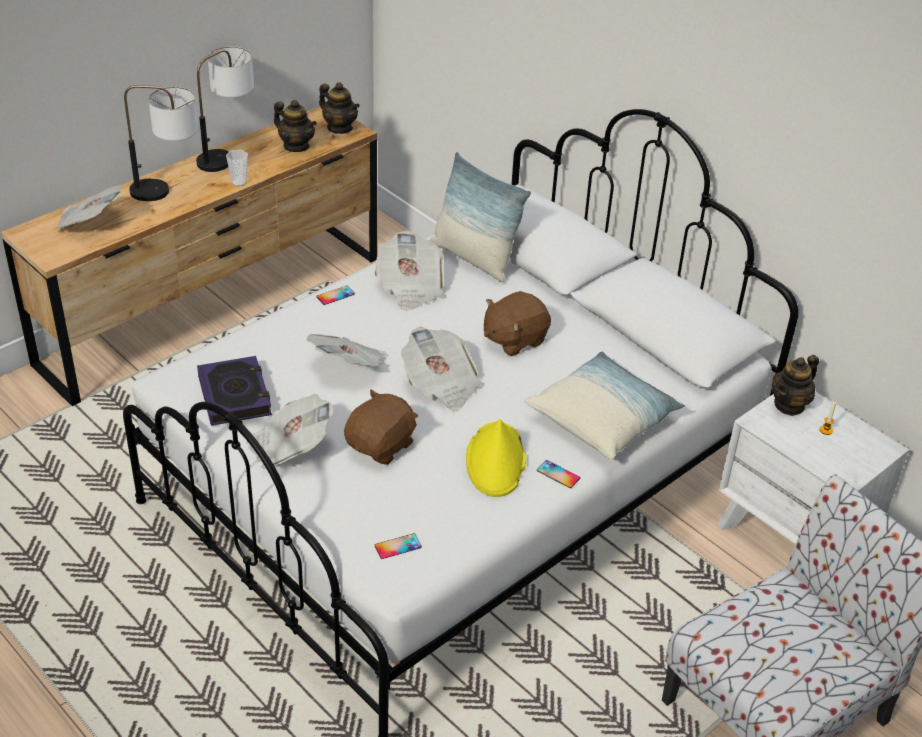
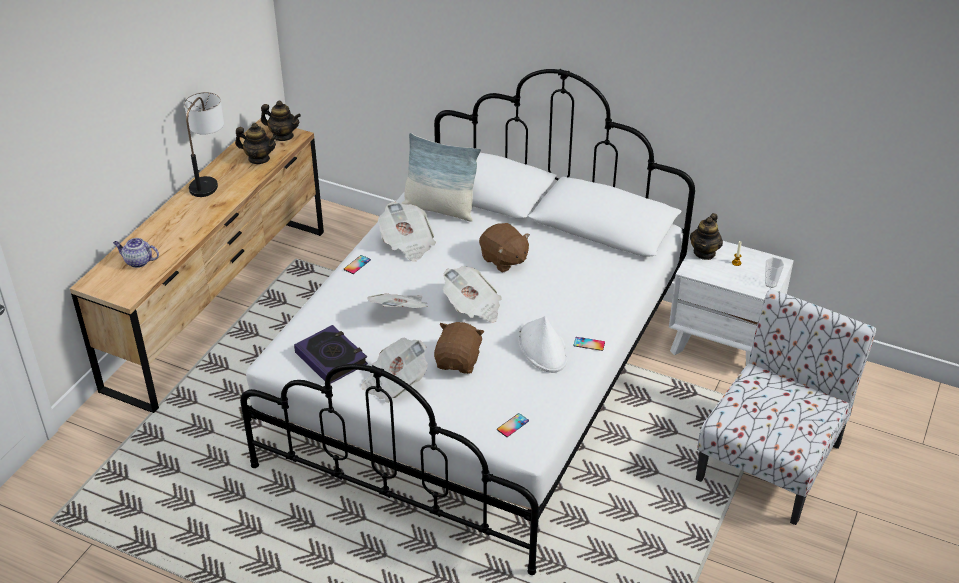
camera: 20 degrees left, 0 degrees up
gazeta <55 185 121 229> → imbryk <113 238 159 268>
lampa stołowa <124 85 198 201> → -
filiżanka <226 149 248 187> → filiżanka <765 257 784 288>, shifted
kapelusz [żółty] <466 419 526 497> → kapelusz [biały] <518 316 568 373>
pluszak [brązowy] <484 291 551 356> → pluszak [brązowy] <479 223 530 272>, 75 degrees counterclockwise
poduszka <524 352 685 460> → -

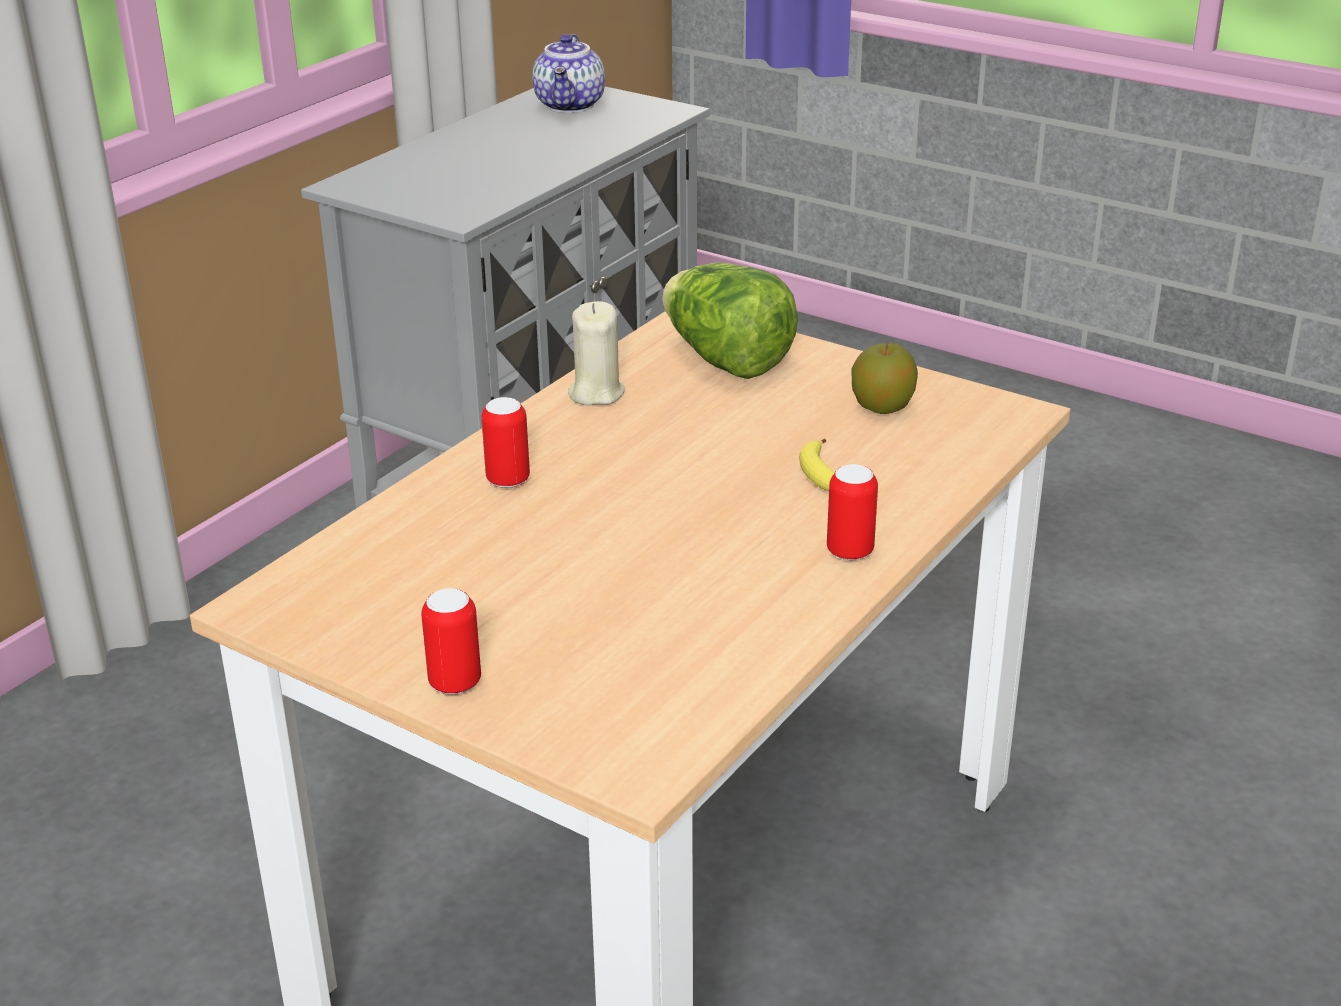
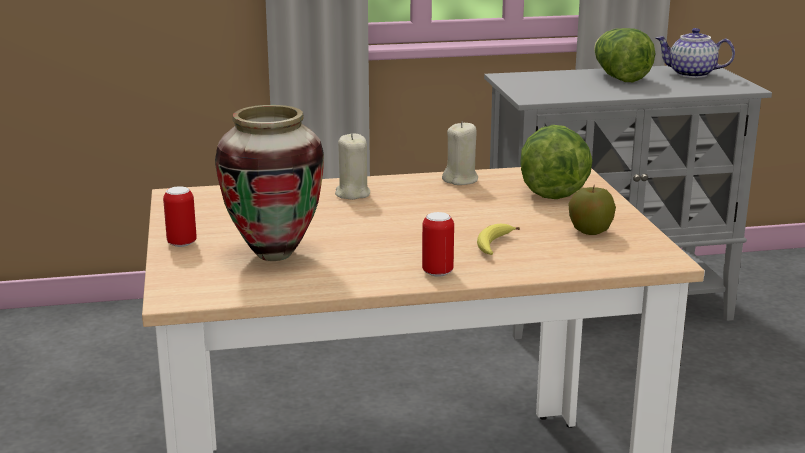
camera: 45 degrees right, 10 degrees down
puszka <481 397 530 488> → świeca [beżowy] <335 133 370 200>
imbryk <532 34 605 113> → imbryk <656 28 735 78>, 60 degrees clockwise
- → wazon <215 105 324 261>
- → sałata <594 28 656 82>

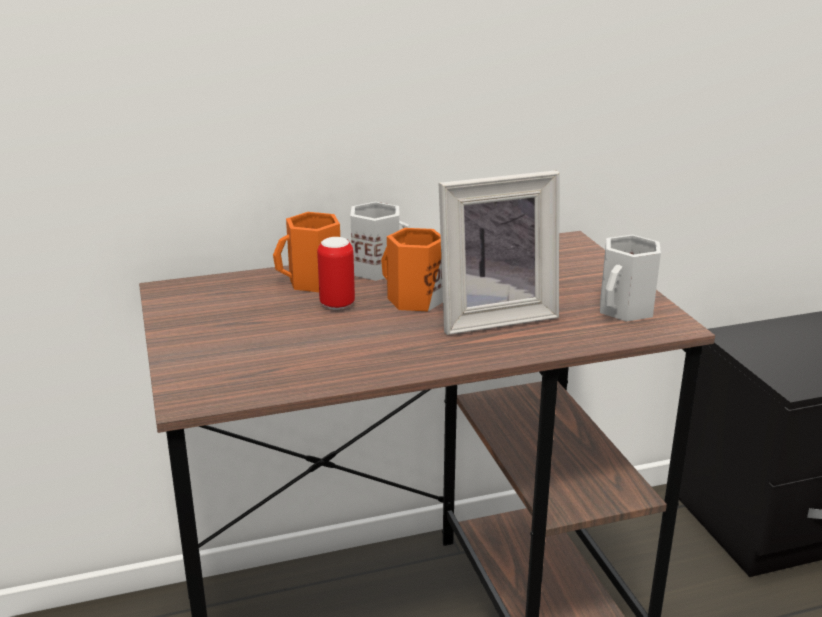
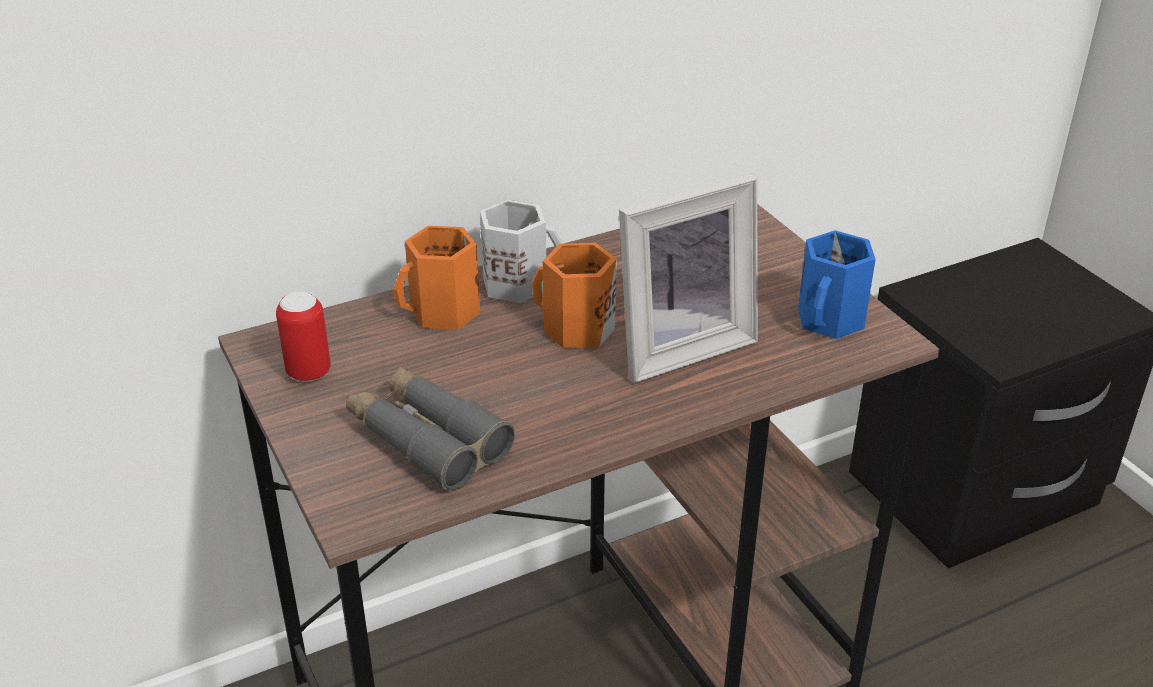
camera: 10 degrees left, 10 degrees up
puszka <317 237 355 310> → puszka <276 292 331 381>, shifted
kubek [biały] <600 235 661 322> → kubek [niebieski] <798 230 876 339>
- → lornetka [szary] <346 367 515 490>

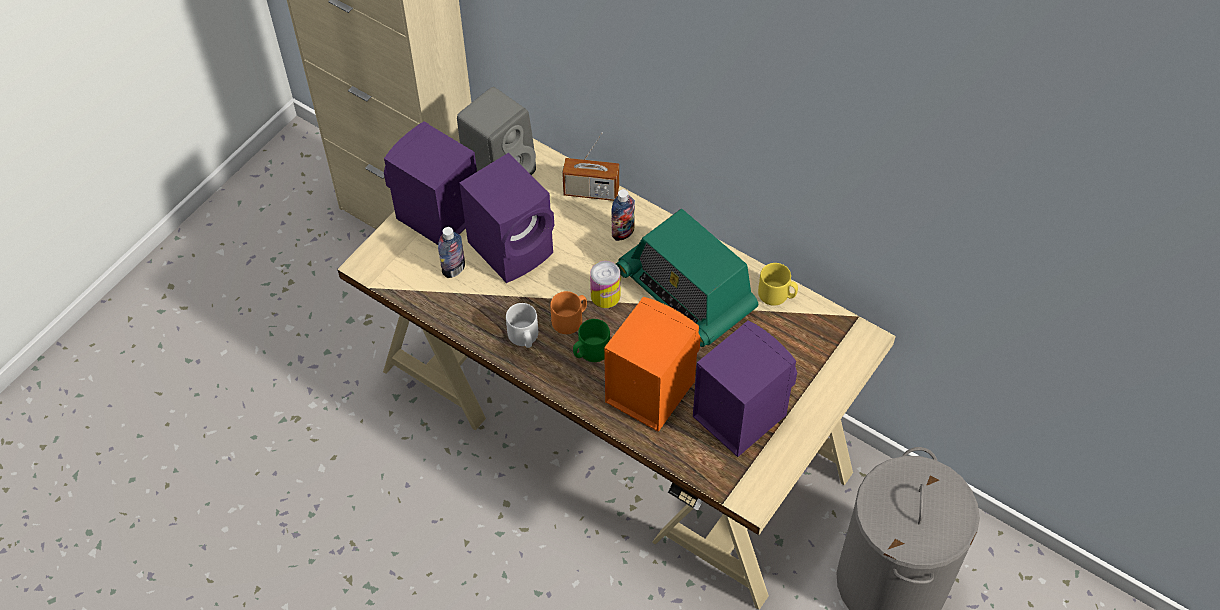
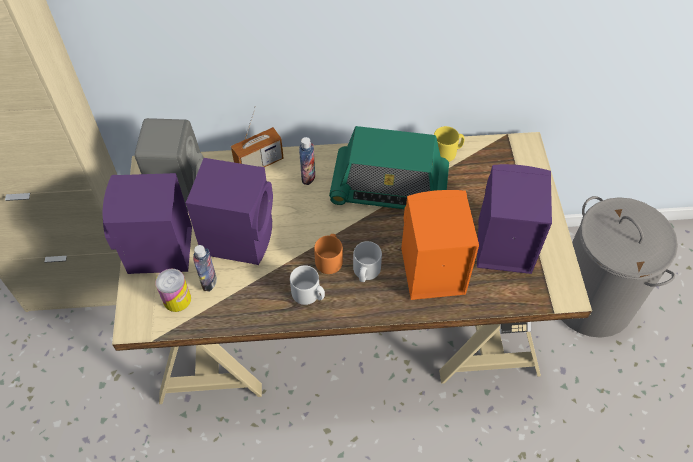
camera: 40 degrees left, 0 degrees up
kubek [zielony] <573 319 610 362> → kubek [szary] <353 241 382 282>
puszka <590 261 620 308> → puszka <155 269 191 312>, shifted

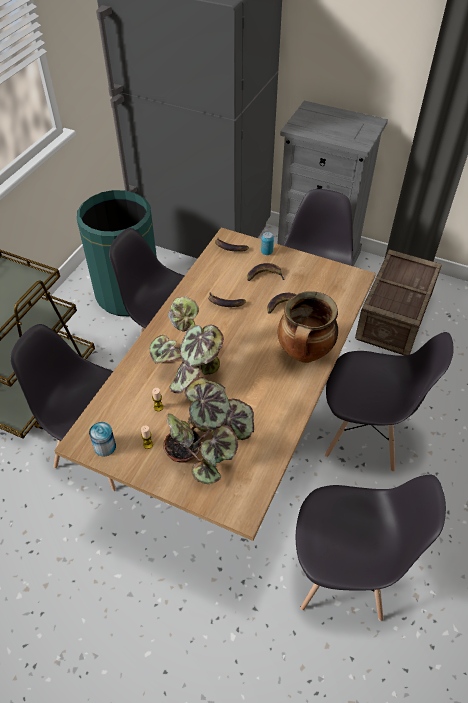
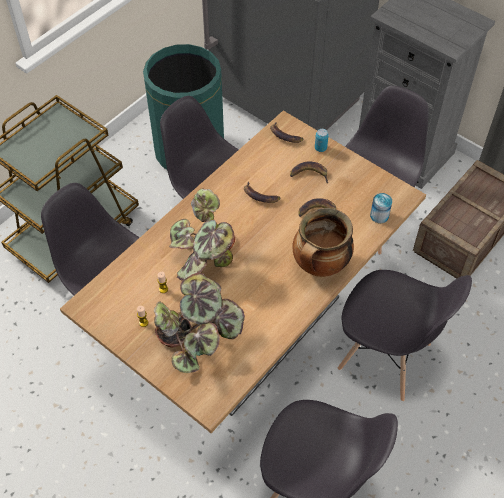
camera: 15 degrees right, 5 degrees up
puszka <89 422 116 457> → puszka <370 193 392 223>, shifted

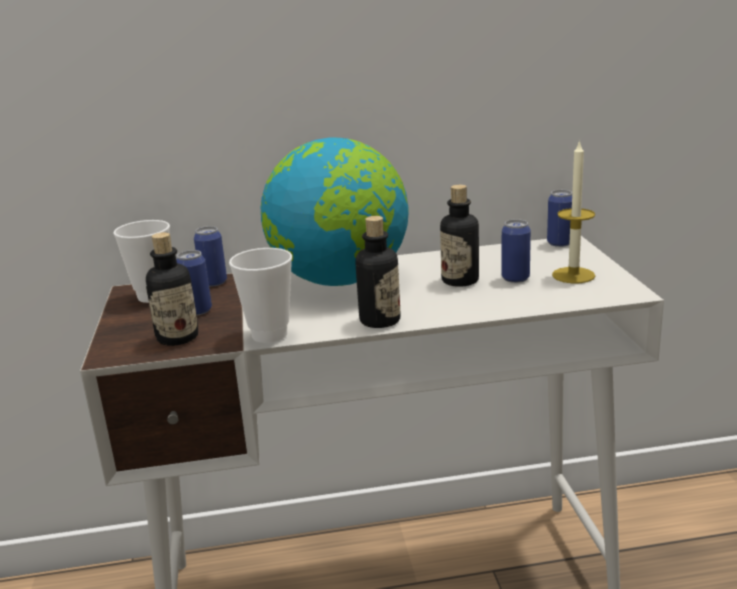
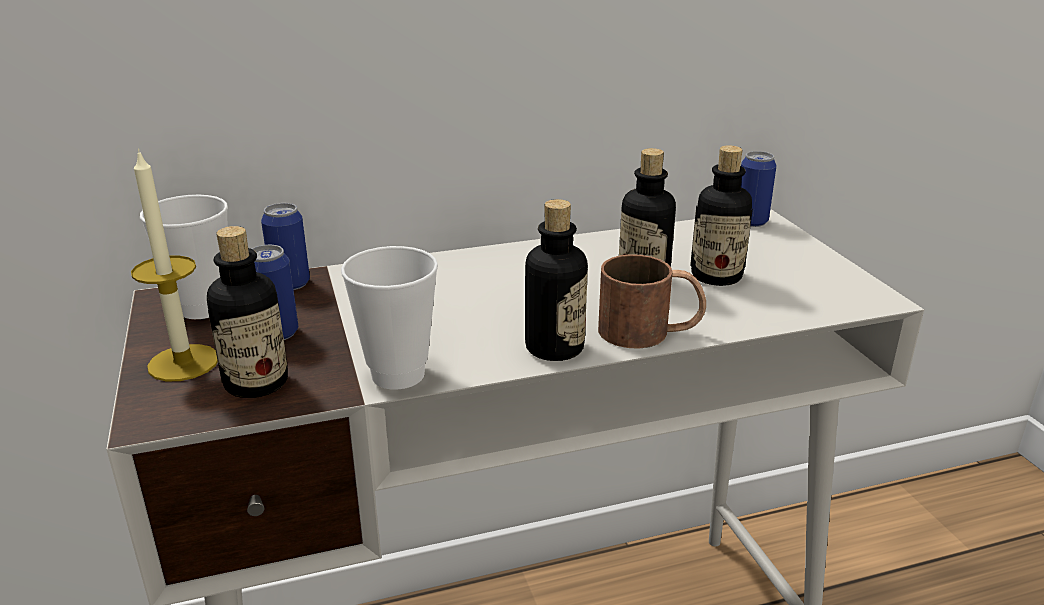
camera: 10 degrees left, 5 degrees up
globus <261 137 409 286> → -
puszka <501 219 531 283> → butelka <690 145 753 286>
świeca <552 140 595 283> → świeca <131 148 218 382>, shifted
- → kubek [brązowy] <598 254 706 349>

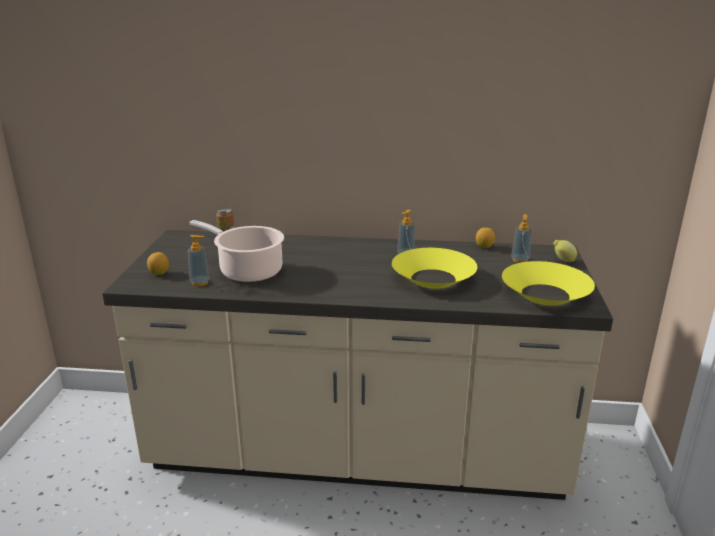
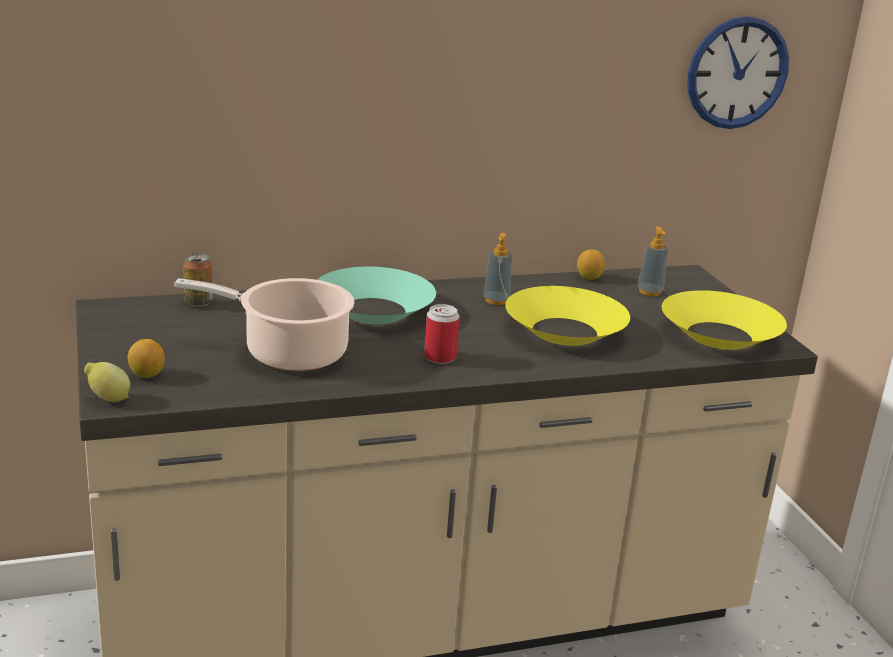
camera: 25 degrees left, 0 degrees up
dozownik mydła <188 235 210 286> → -
cytryna <553 240 577 262> → cytryna <84 362 130 402>, shifted
- → miska [turkusowy] <317 267 436 324>
- → puszka <424 304 459 364>
- → zegar ścienny <687 16 789 129>

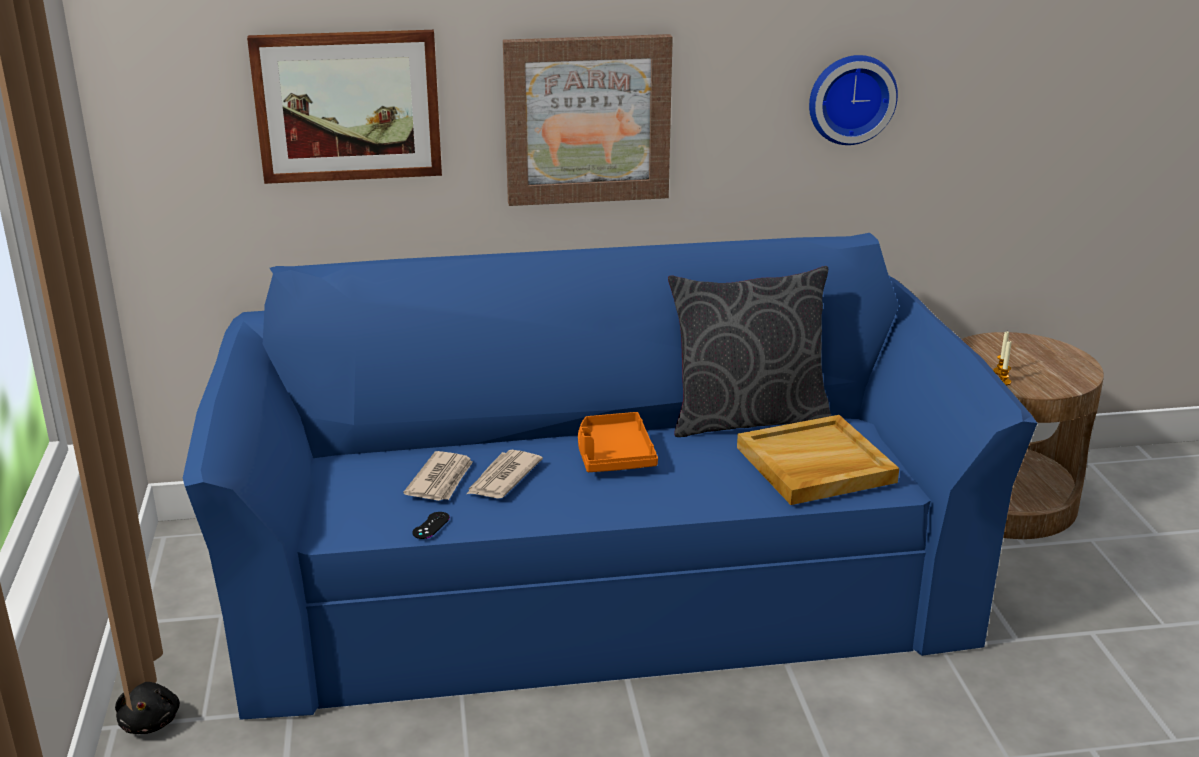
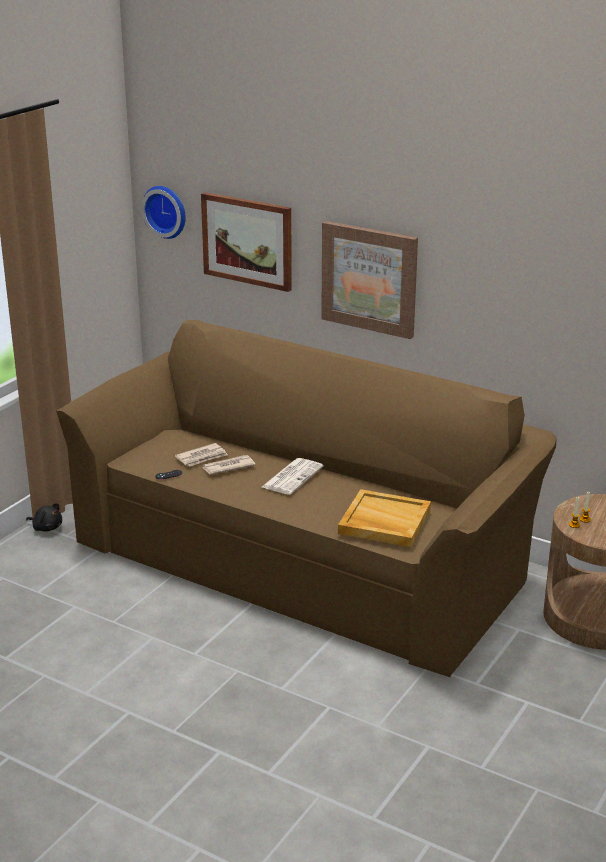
camera: 40 degrees right, 0 degrees up
pluszak [czarny] <115 682 180 734> → pluszak [czarny] <26 503 62 531>, 90 degrees counterclockwise
kanapa [niebieski] <183 233 1037 720> → kanapa [brązowy] <56 320 557 677>
taca [pomarańczowy] <578 412 658 472> → gazeta <262 458 324 495>
poduszka [szary] <668 266 831 437> → -
zegar ścienny <809 55 898 145> → zegar ścienny <141 186 186 239>, shifted

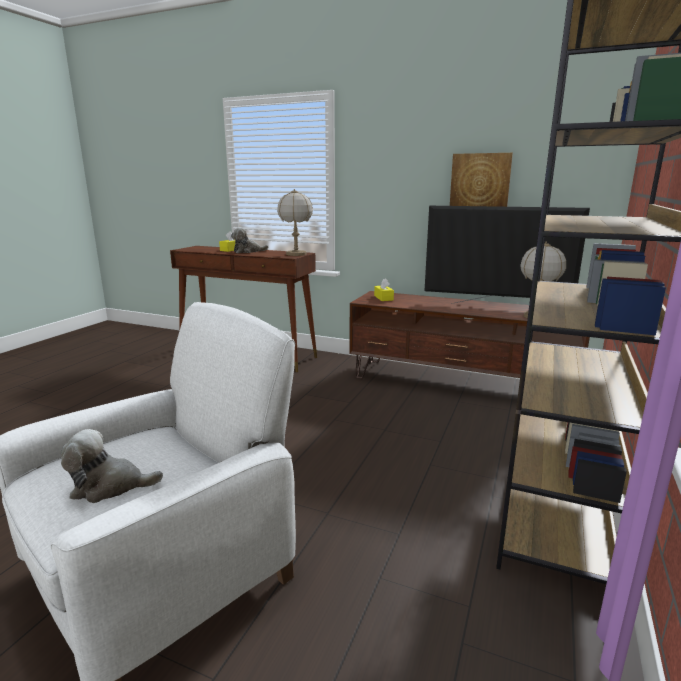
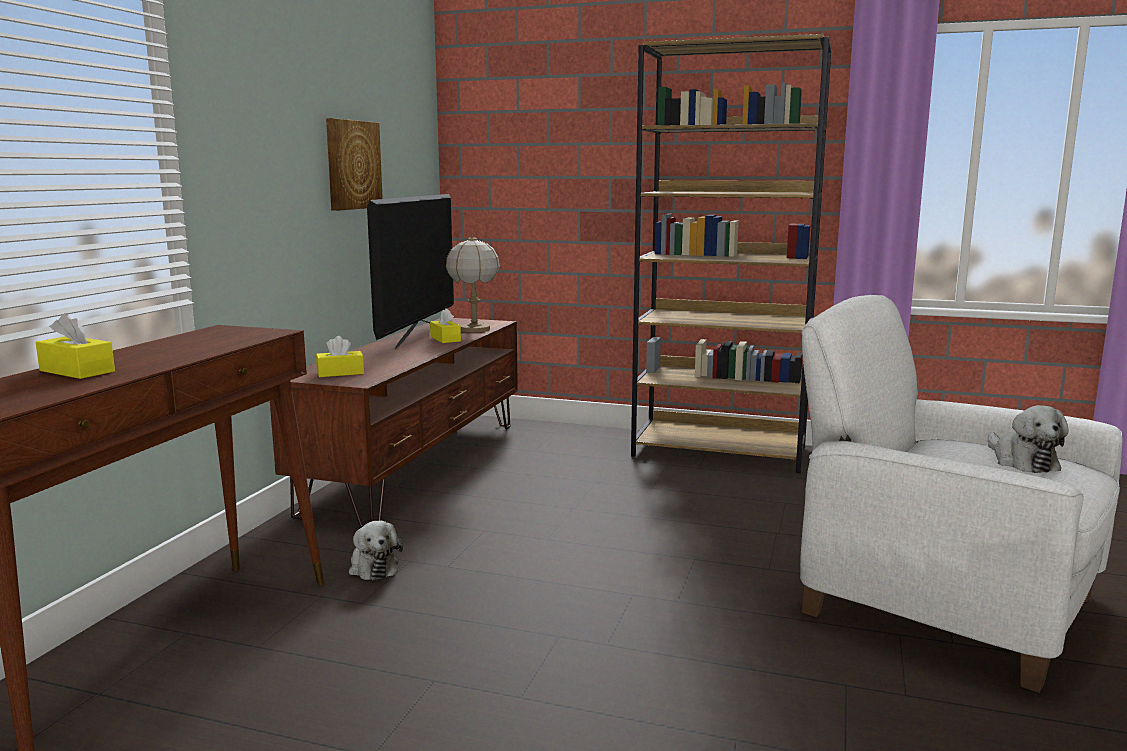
camera: 95 degrees left, 5 degrees down
pluszak <231 227 268 253> → pluszak <349 521 403 580>, shifted
lampa stołowa <277 189 313 256> → -
- → pudełko chusteczek [żółty] <430 308 461 343>

